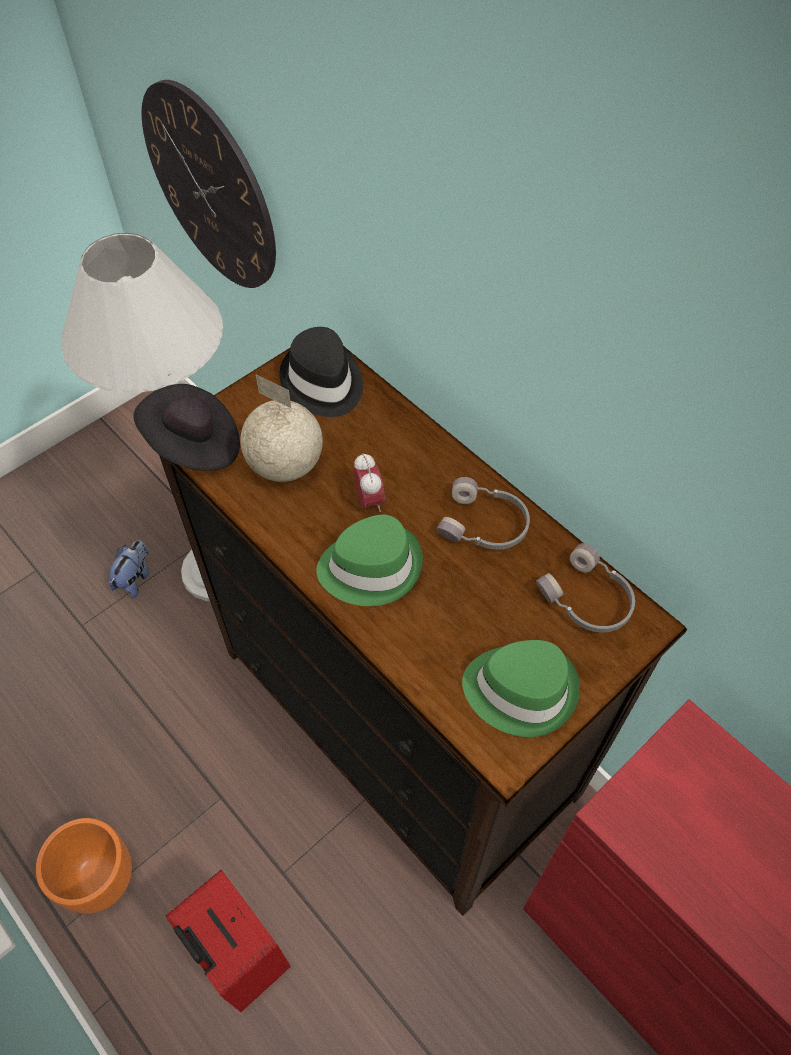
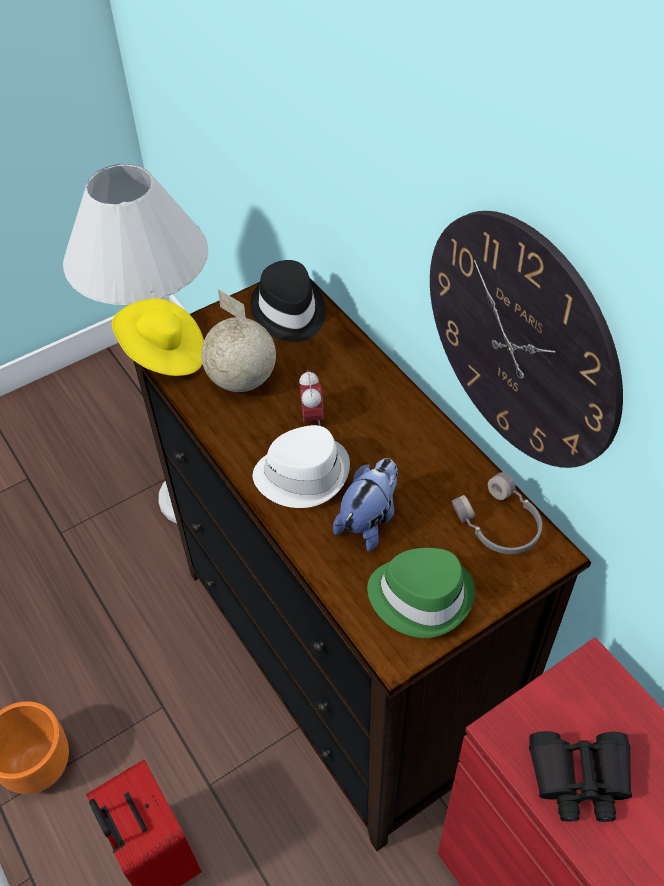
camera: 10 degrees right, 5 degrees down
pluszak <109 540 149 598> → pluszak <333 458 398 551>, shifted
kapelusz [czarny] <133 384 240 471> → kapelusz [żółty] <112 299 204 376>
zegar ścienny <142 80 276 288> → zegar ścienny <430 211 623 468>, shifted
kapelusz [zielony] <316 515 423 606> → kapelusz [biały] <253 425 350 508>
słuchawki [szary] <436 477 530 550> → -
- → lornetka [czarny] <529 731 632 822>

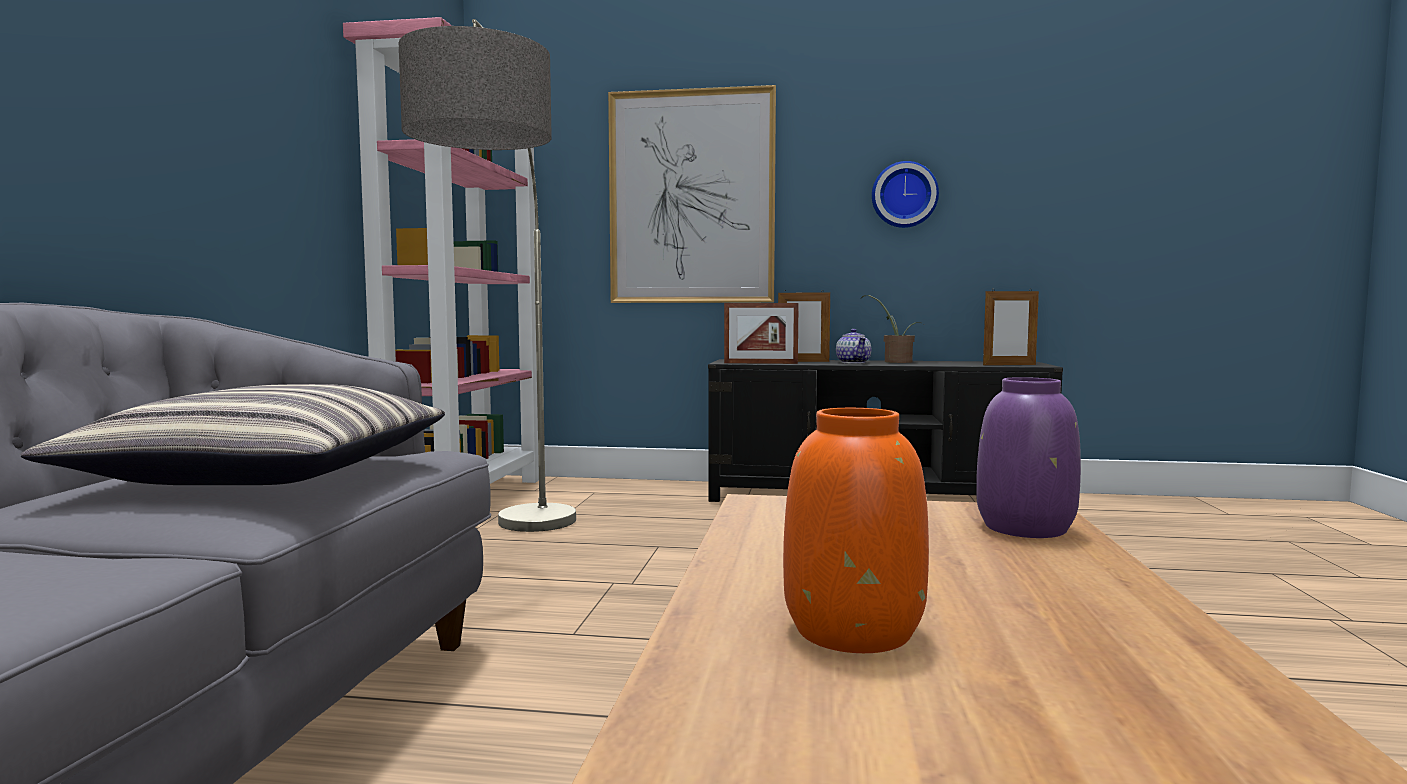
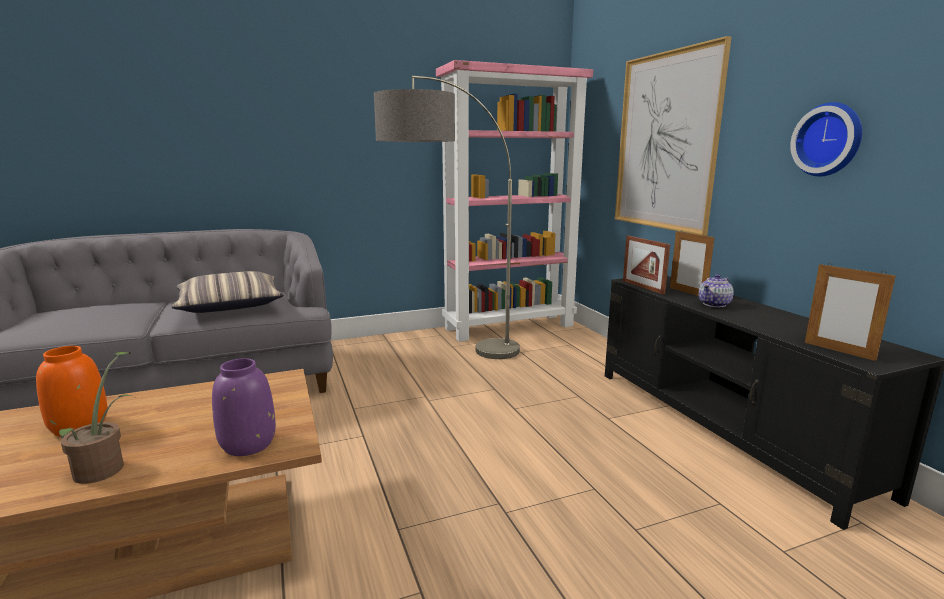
camera: 60 degrees right, 10 degrees up
roślina doniczkowa <860 295 923 363> → roślina doniczkowa <59 352 131 484>, shifted

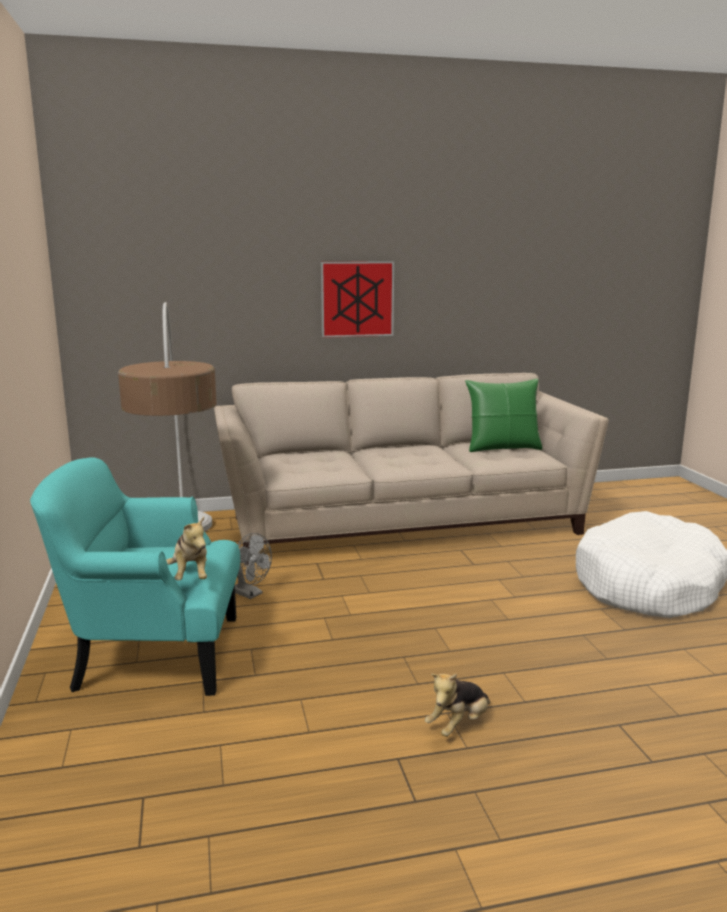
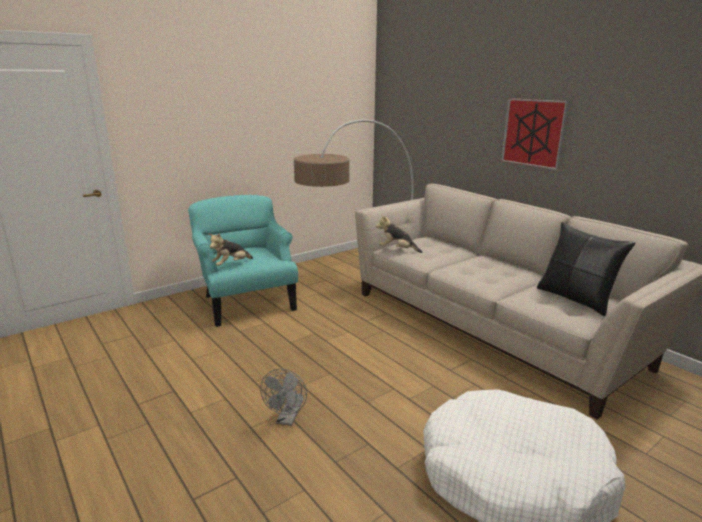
camera: 65 degrees right, 5 degrees up
wentylator [szary] <235 533 272 599> → wentylator [szary] <260 369 307 426>, shifted
pluszak <425 673 490 737> → pluszak <376 215 423 253>, shifted
poduszka [zielony] <465 379 543 452> → poduszka [czarny] <537 222 636 316>

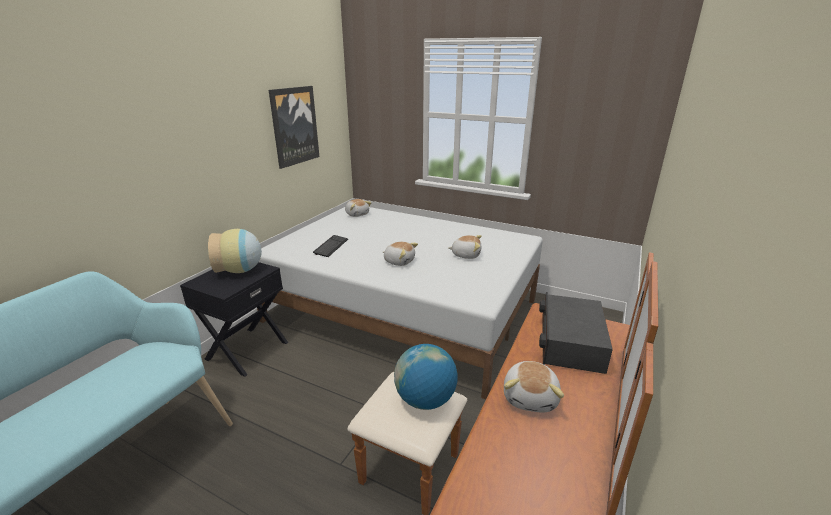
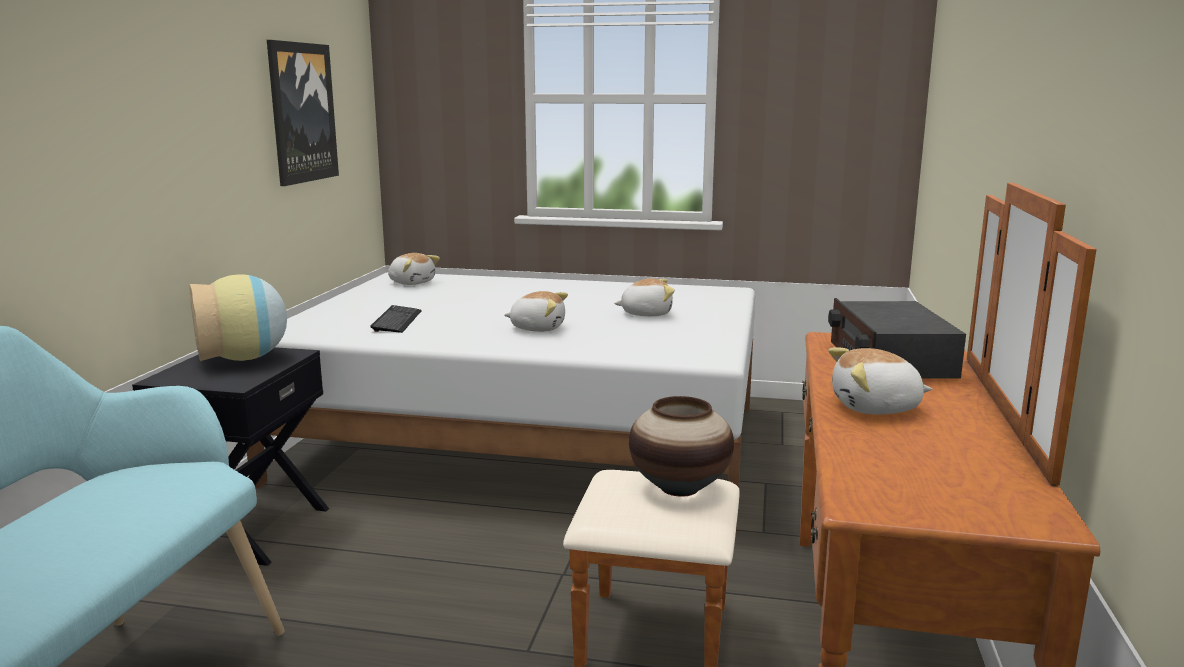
camera: 15 degrees left, 10 degrees down
globus <394 344 458 410> → wazon <629 396 734 497>
pluszak <504 361 564 413> → pluszak <828 347 932 415>, 90 degrees clockwise

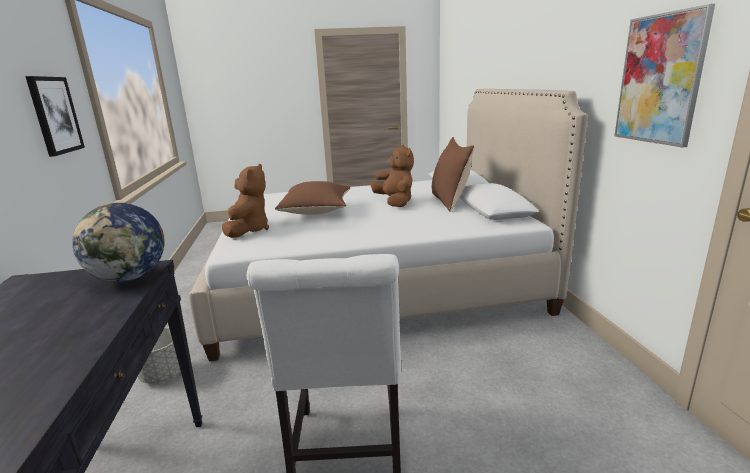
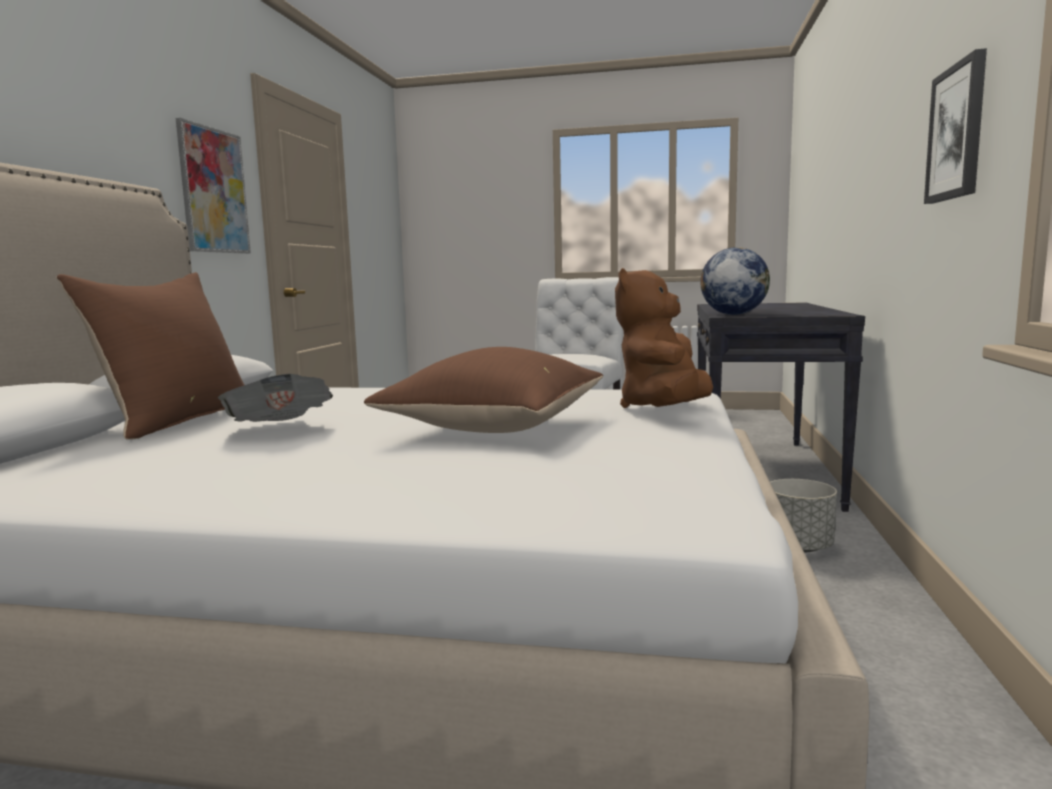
camera: 160 degrees left, 10 degrees down
pluszak [brązowy] <370 145 414 207> → gazeta <218 374 333 422>

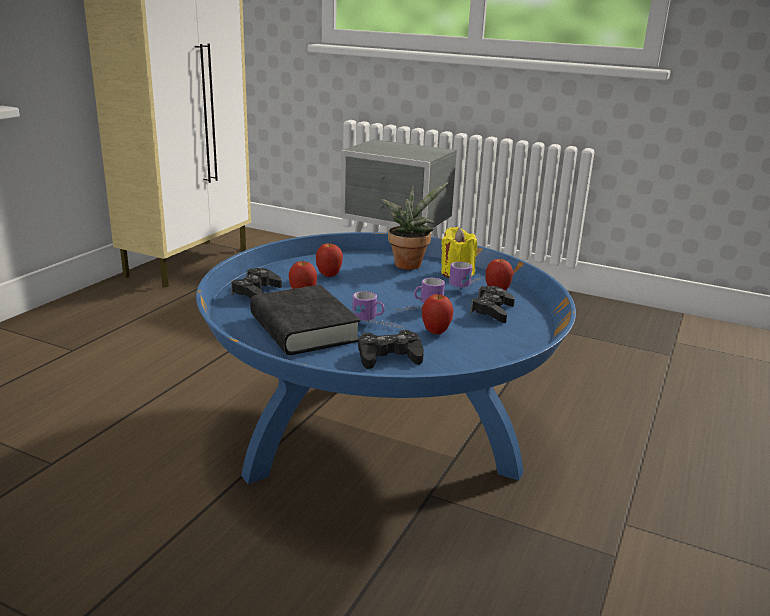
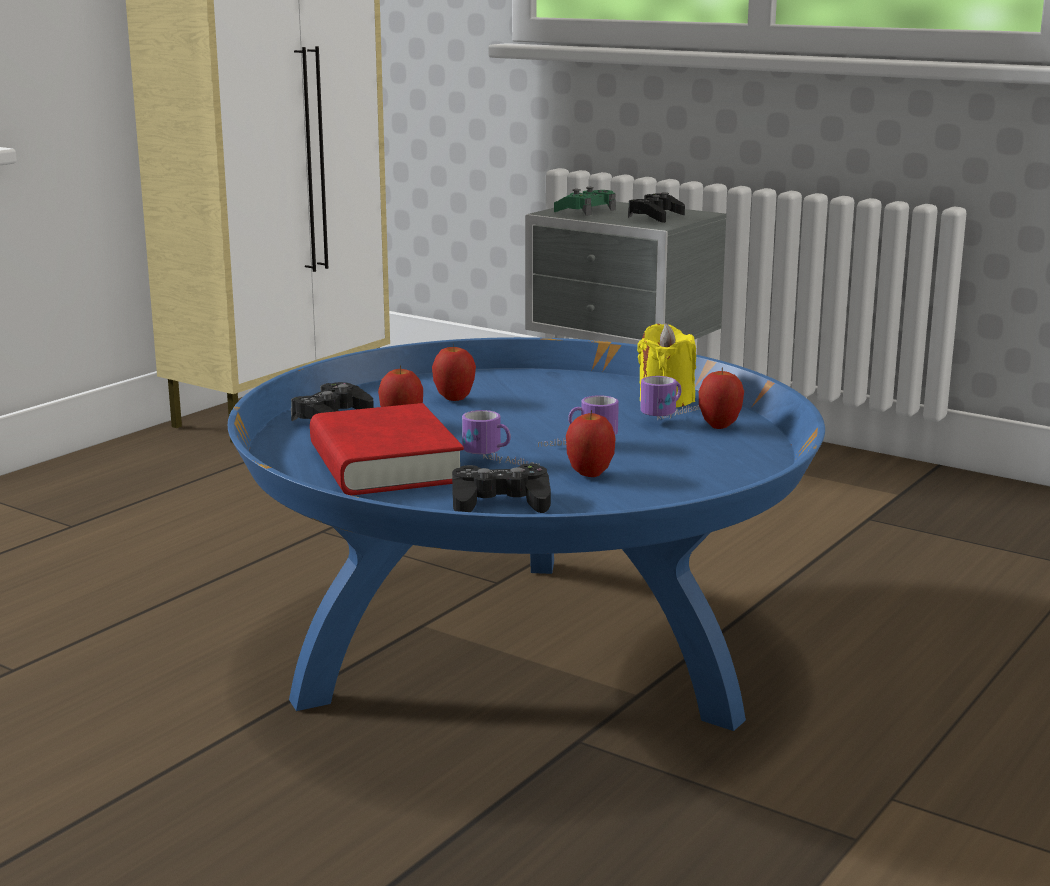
camera: 10 degrees right, 5 degrees down
książka [czarny] <250 285 361 355> → książka [czerwony] <310 403 464 495>
roślina doniczkowa <380 182 448 270> → -
pad do gier [czarny] <470 286 515 323> → pad do gier [czarny] <628 192 685 223>, shifted
- → pad do gier [zielony] <554 187 616 216>

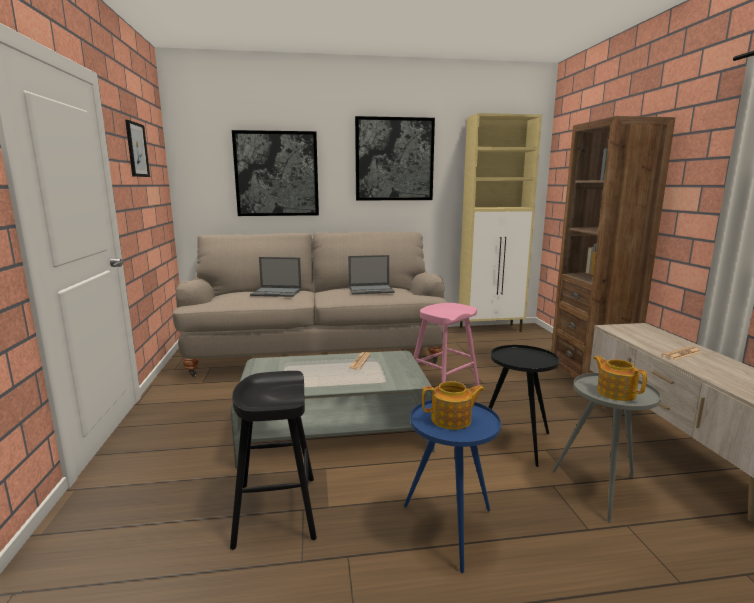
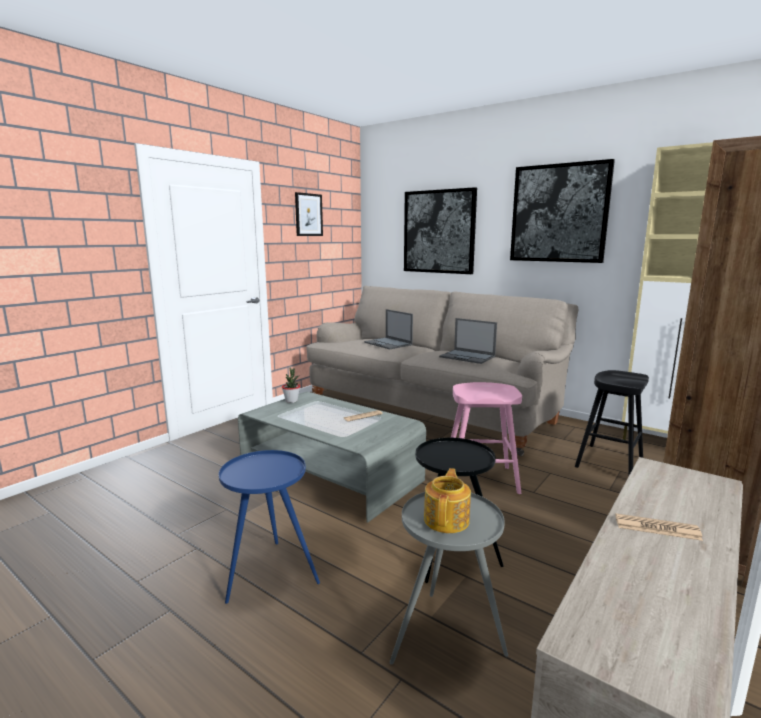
camera: 45 degrees right, 0 degrees up
stołek [czarny] <230 371 317 550> → stołek [czarny] <575 370 649 475>, shifted
imbryk <422 381 485 430> → -
- → roślina doniczkowa <282 367 300 403>

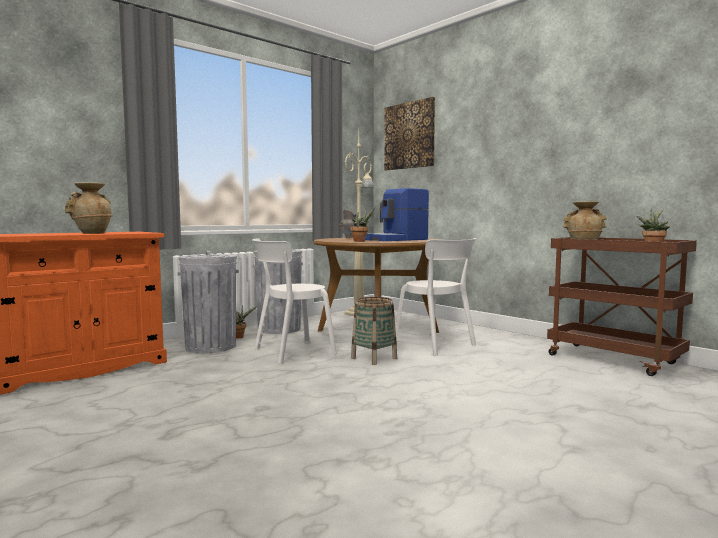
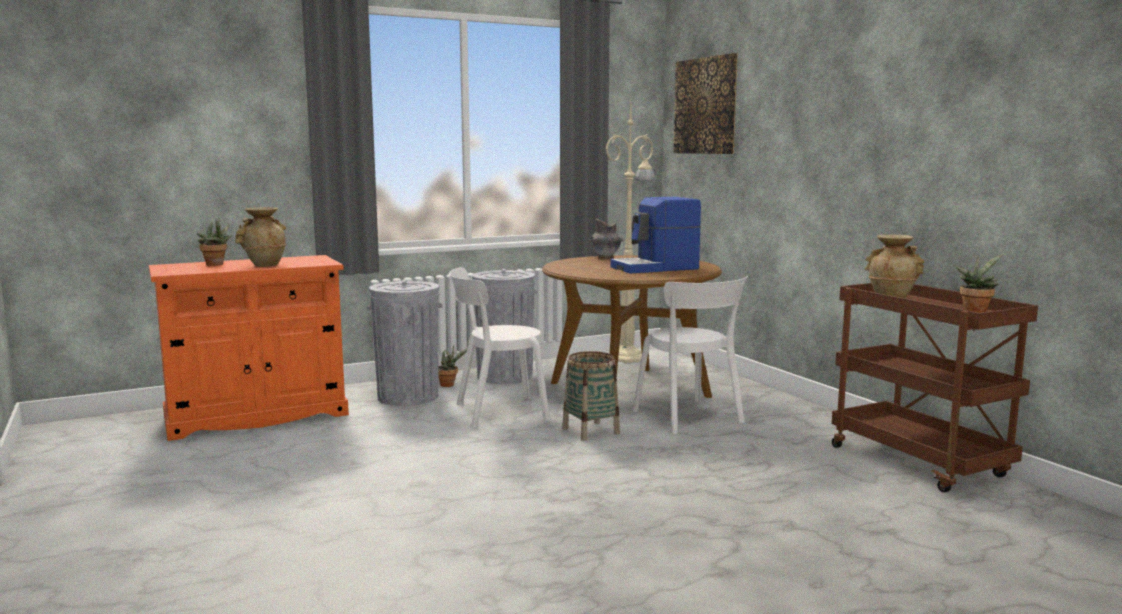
camera: 15 degrees right, 5 degrees up
roślina doniczkowa <350 208 375 242> → roślina doniczkowa <197 218 233 266>, shifted

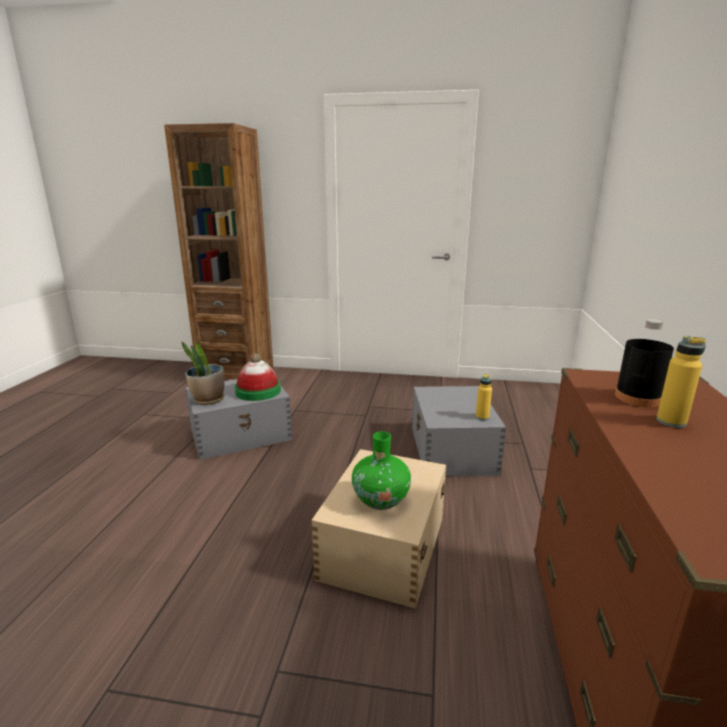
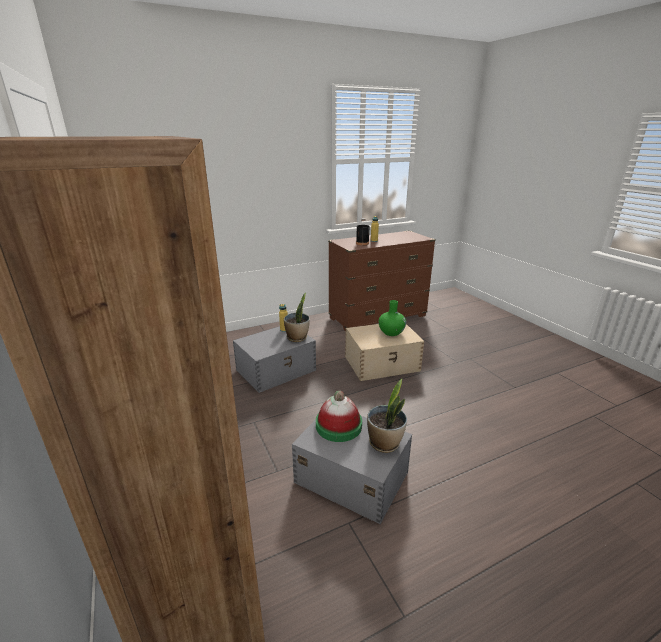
camera: 125 degrees left, 5 degrees up
- → roślina doniczkowa <284 293 310 342>

